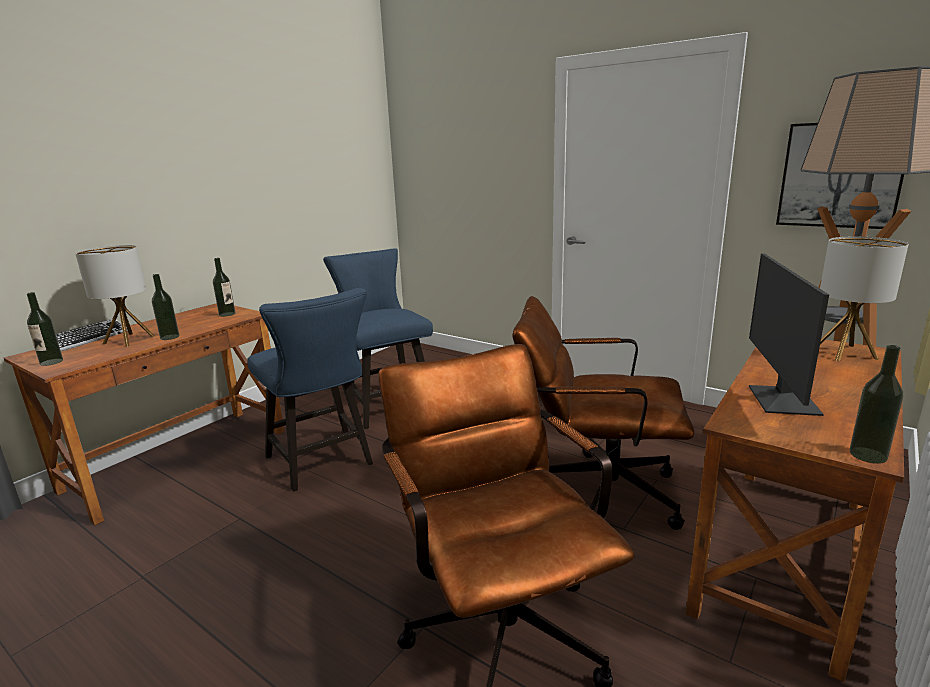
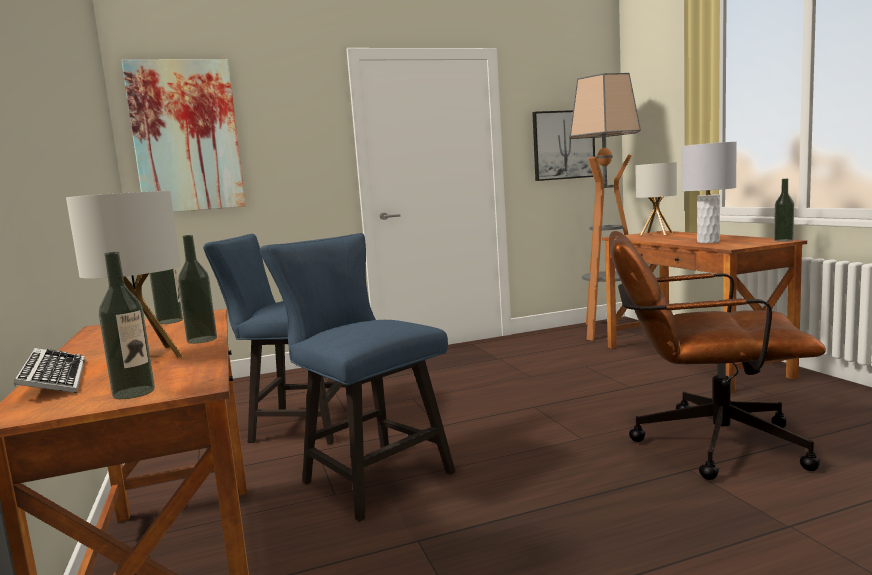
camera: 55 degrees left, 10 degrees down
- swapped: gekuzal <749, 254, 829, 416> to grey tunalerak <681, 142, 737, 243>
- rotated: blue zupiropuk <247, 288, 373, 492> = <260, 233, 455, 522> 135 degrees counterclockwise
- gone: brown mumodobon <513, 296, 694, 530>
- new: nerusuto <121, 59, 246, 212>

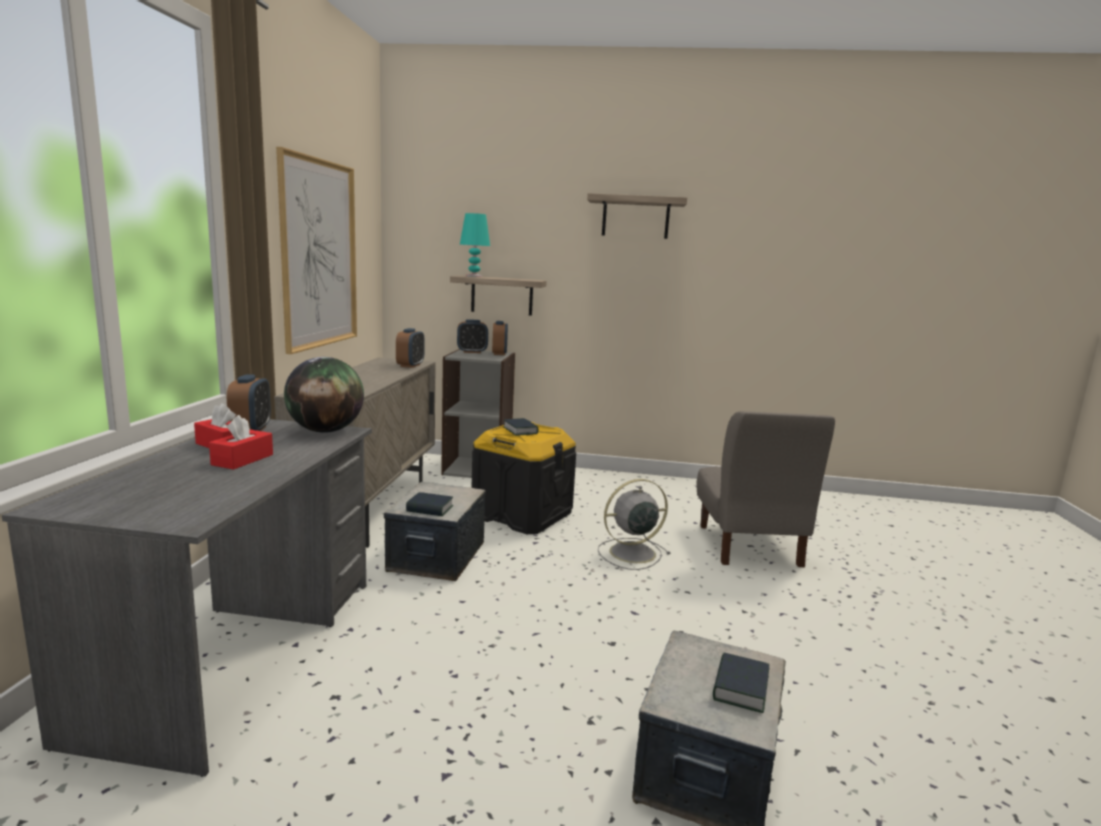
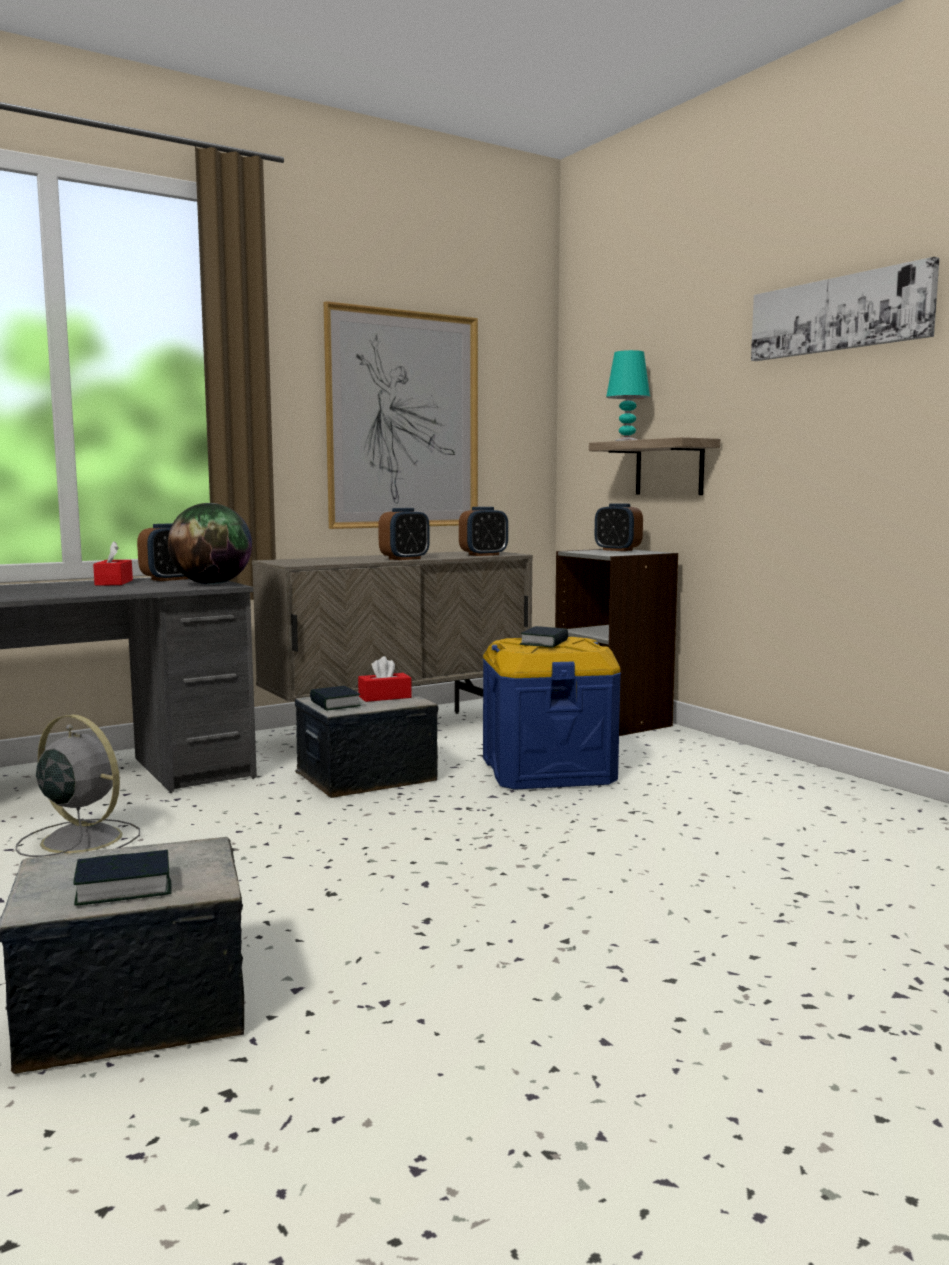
camera: 50 degrees right, 5 degrees down
- swapped: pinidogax <587, 193, 687, 239> to nerusuto <751, 257, 940, 361>
- shifted: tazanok <492, 321, 508, 355> to <378, 508, 430, 560>
- gone: grey zupiropuk <697, 411, 835, 567>
- shifted: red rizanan <209, 415, 273, 470> to <358, 656, 412, 702>
- repainted: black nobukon <472, 422, 576, 534> to blue nobukon <483, 637, 621, 790>
- shifted: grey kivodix <598, 479, 670, 570> to <16, 714, 140, 857>

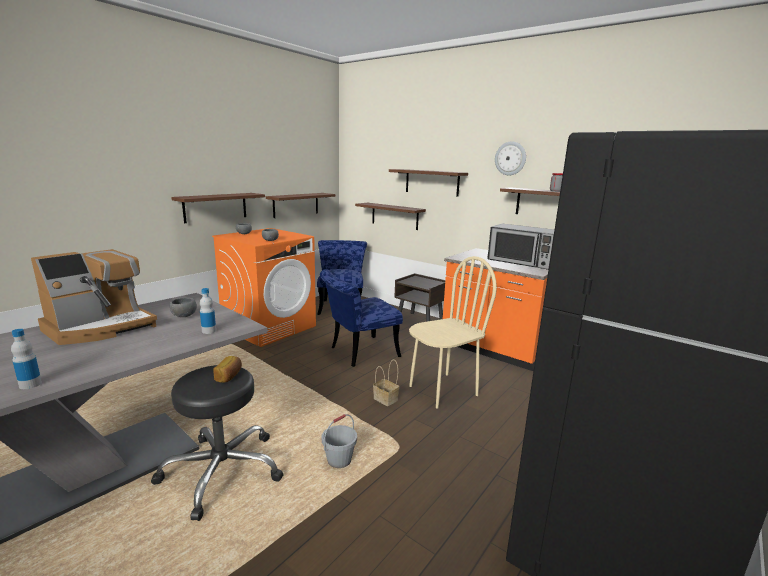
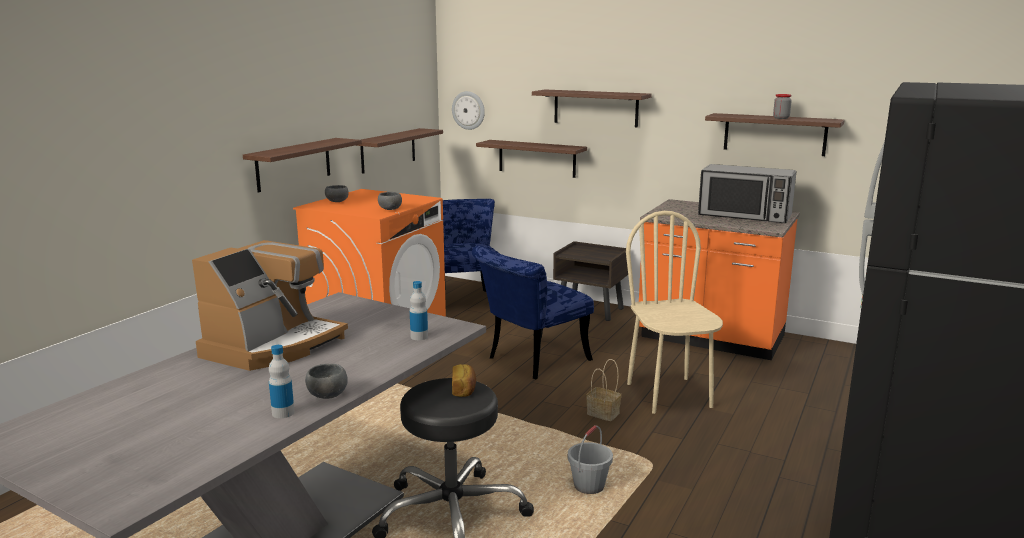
camera: 10 degrees left, 0 degrees up
- shifted: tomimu <495, 141, 526, 175> to <452, 91, 485, 130>
- rotated: beige zupiropuk <409, 256, 497, 409> = <626, 211, 723, 414> 60 degrees counterclockwise
- shifted: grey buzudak <170, 298, 197, 317> to <305, 364, 348, 399>

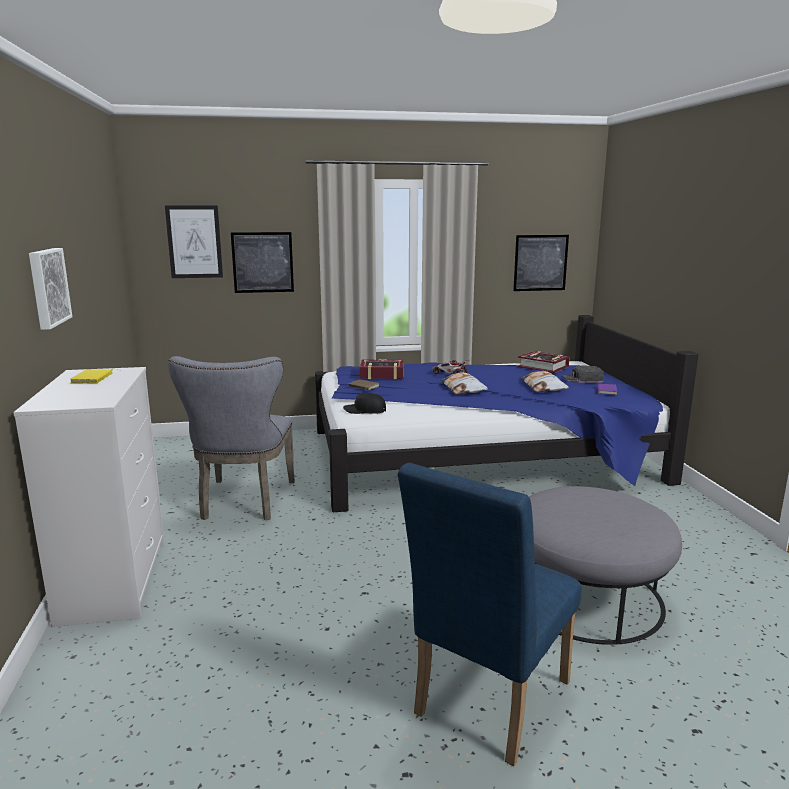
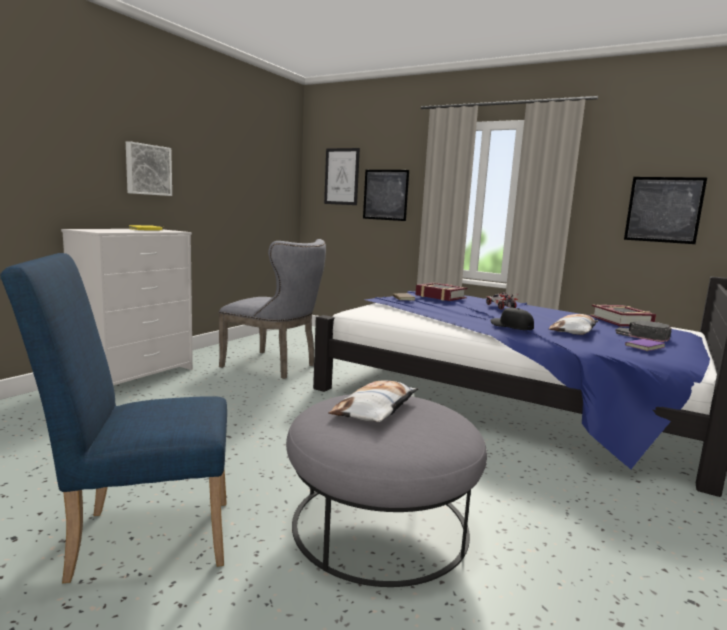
camera: 40 degrees right, 5 degrees down
- rotated: grey zupiropuk <168, 356, 295, 521> = <219, 239, 326, 379> 105 degrees counterclockwise
- shifted: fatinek <439, 372, 488, 394> to <328, 380, 418, 422>
- shifted: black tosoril <343, 393, 386, 414> to <490, 308, 534, 330>

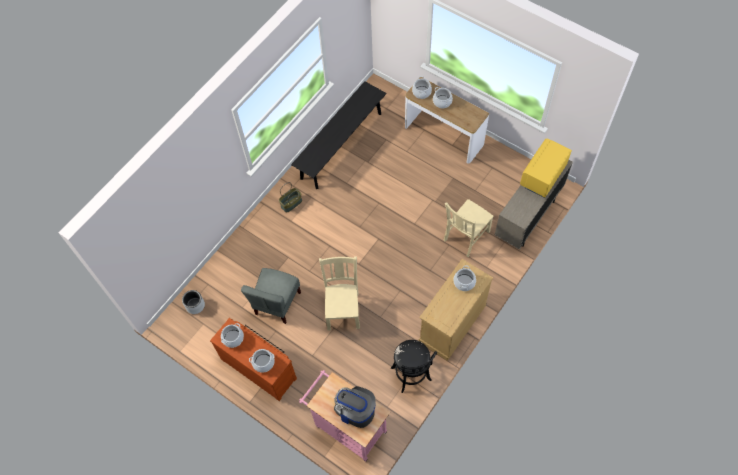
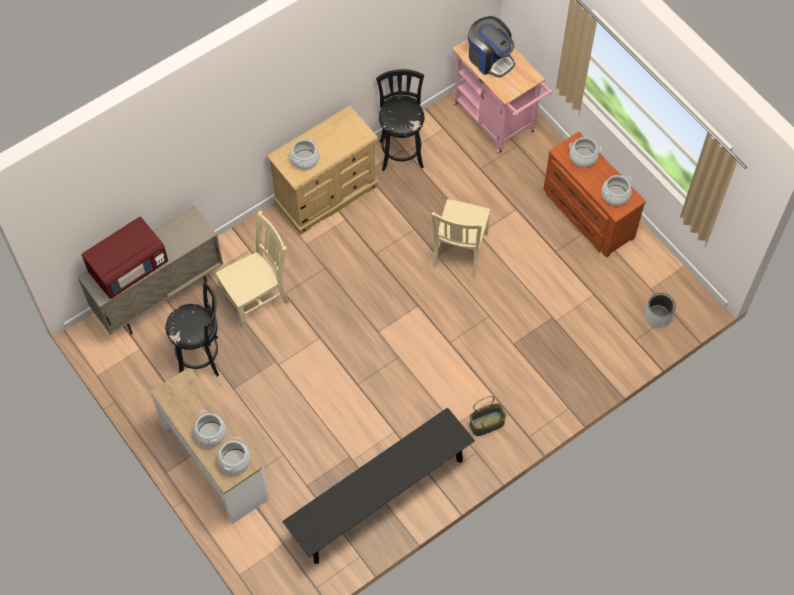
camera: 165 degrees left, 0 degrees up
- repainted: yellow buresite <520, 138, 572, 198> to red buresite <82, 216, 168, 299>
- gone: grey zupiropuk <241, 268, 301, 324>
- new: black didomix <166, 281, 219, 377>

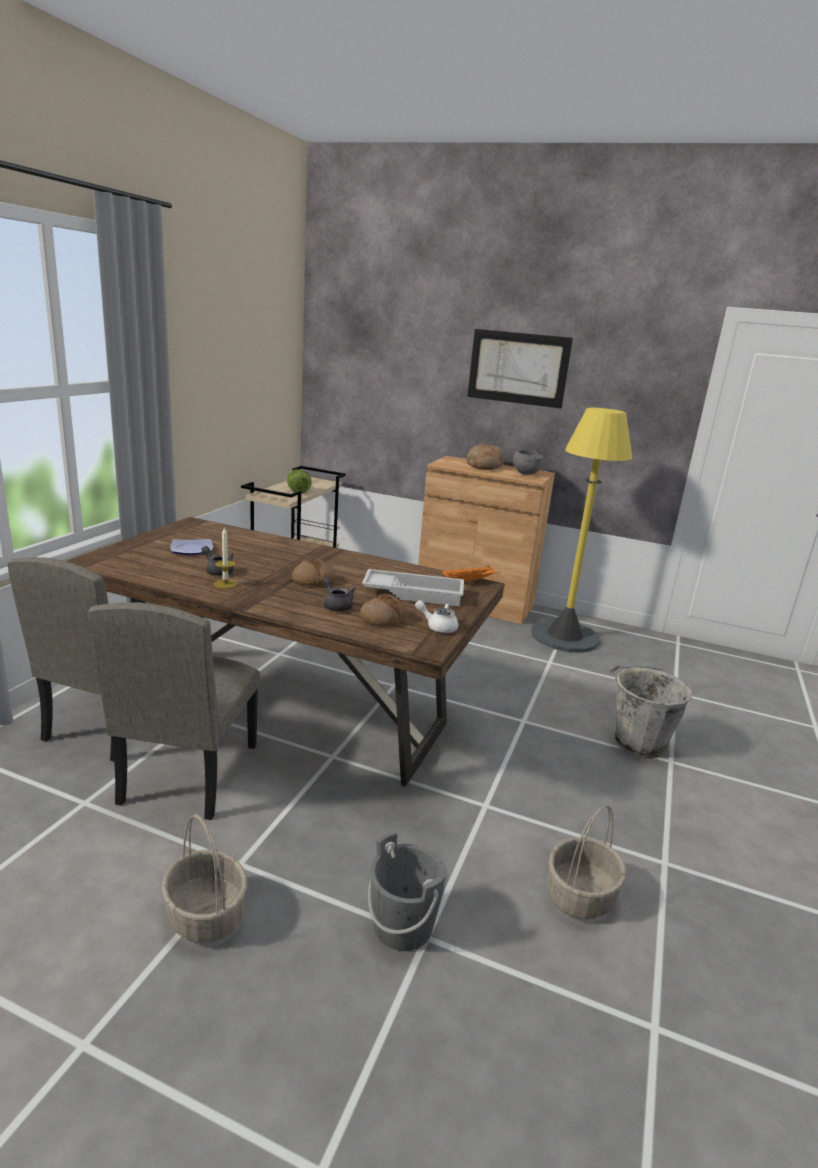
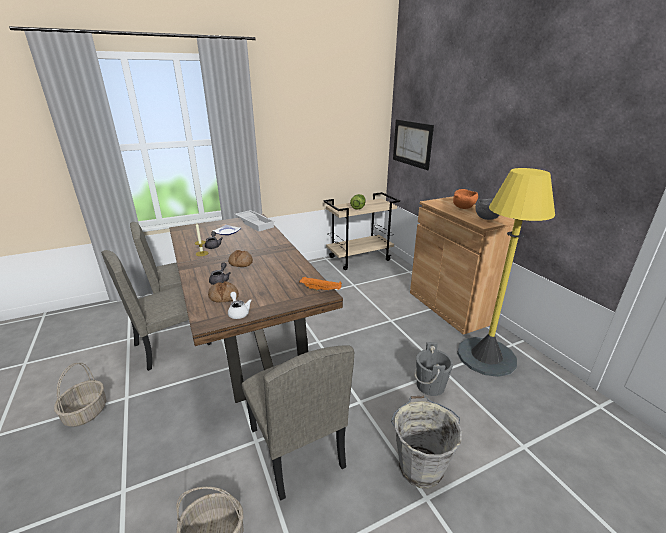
camera: 45 degrees right, 5 degrees up
- shifted: nerusuto <467, 329, 573, 409> to <393, 120, 434, 170>
- swapped: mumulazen <466, 443, 504, 470> to orange buzudak <453, 189, 478, 209>
- shifted: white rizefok <362, 569, 464, 606> to <235, 210, 275, 231>
- shifted: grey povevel <368, 831, 447, 951> to <415, 342, 453, 396>
- new: beige zupiropuk <242, 345, 354, 500>

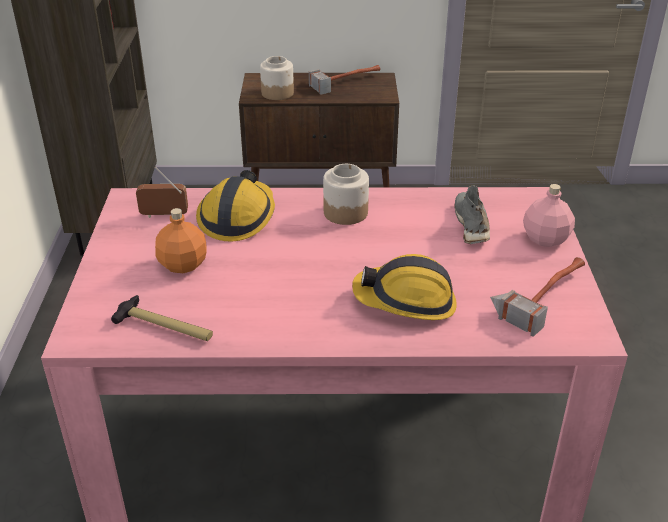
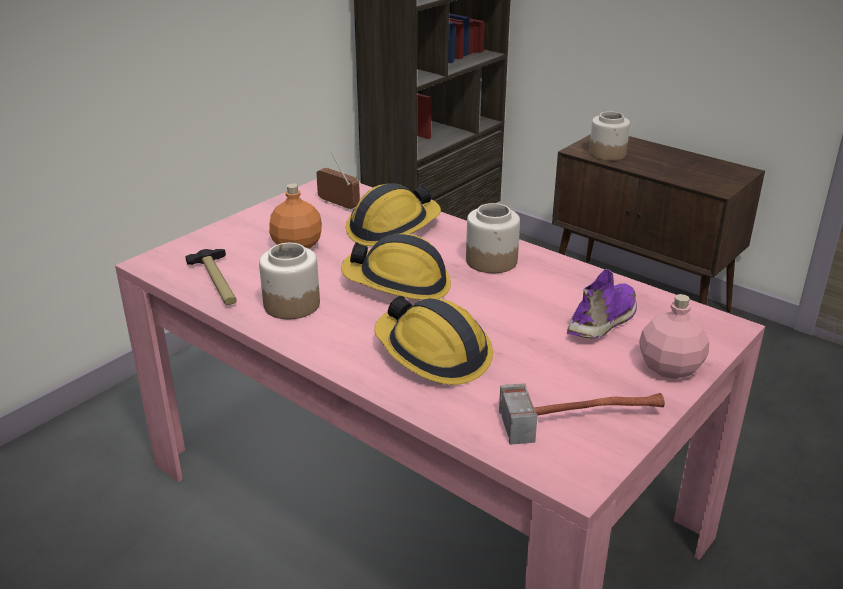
camera: 40 degrees right, 5 degrees down
- gone: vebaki <309, 65, 381, 95>
- repainted: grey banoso <454, 186, 490, 244> to purple banoso <567, 269, 637, 338>
- new: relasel <341, 234, 451, 300>
- new: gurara <259, 243, 320, 319>

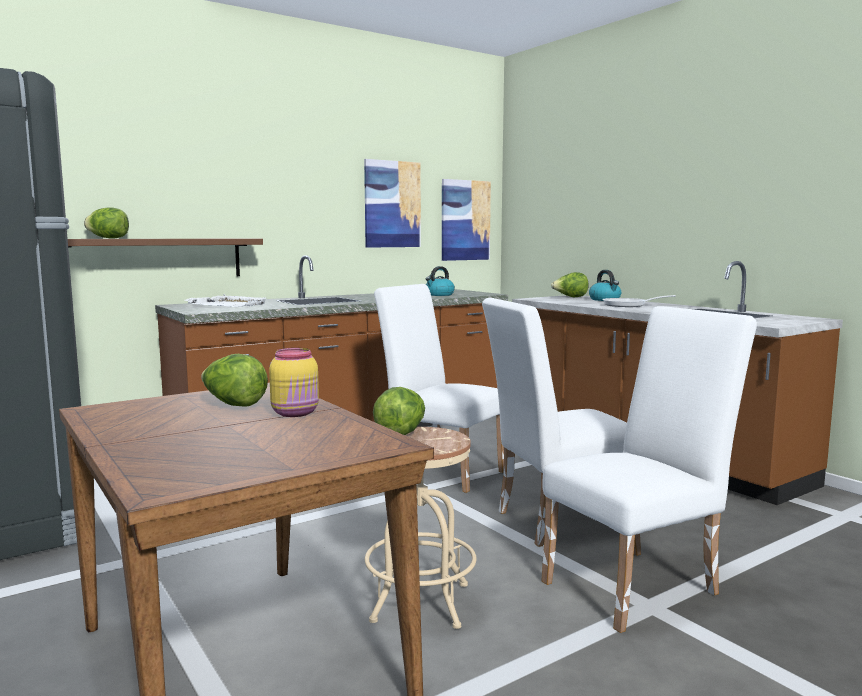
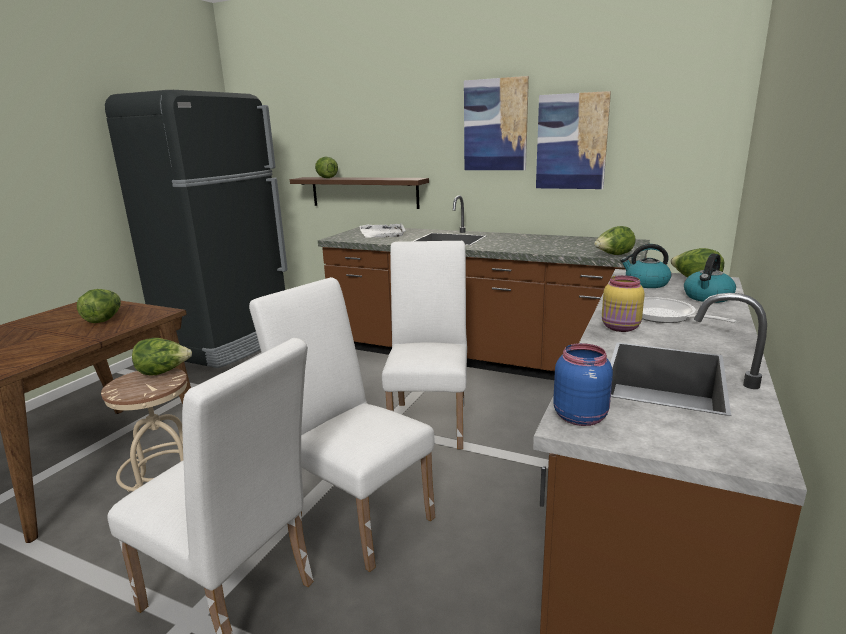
camera: 60 degrees right, 10 degrees up
- shifted: nerusuto <442, 179, 491, 261> to <464, 76, 529, 170>
- shifted: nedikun <426, 266, 455, 296> to <620, 244, 671, 288>
- shifted: yellow gurara <269, 348, 319, 417> to <602, 275, 645, 332>
- new: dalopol <594, 226, 636, 255>
- new: blue gurara <553, 343, 613, 426>

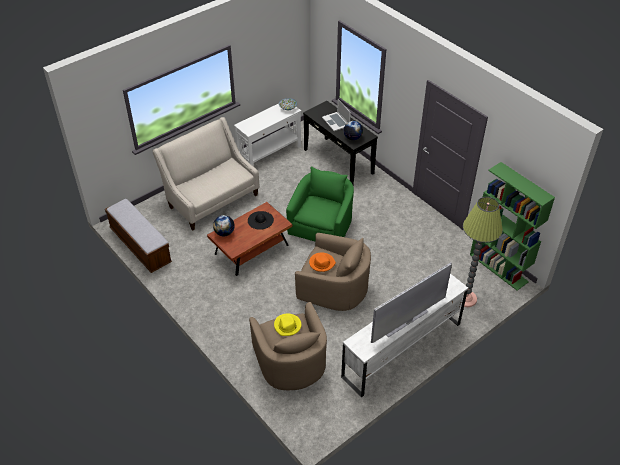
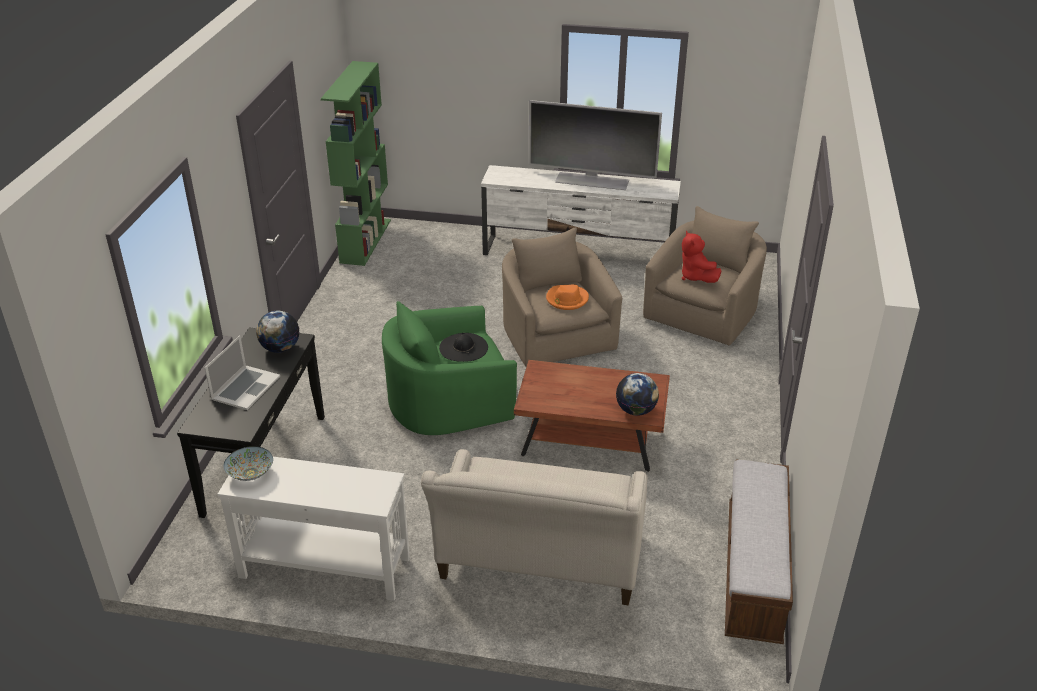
camera: 130 degrees left, 10 degrees down
- gone: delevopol <463, 197, 503, 307>
- shifted: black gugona <248, 211, 274, 230> to <439, 333, 488, 362>
- swapped: yellow gugona <274, 314, 301, 336> to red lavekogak <682, 230, 722, 283>

